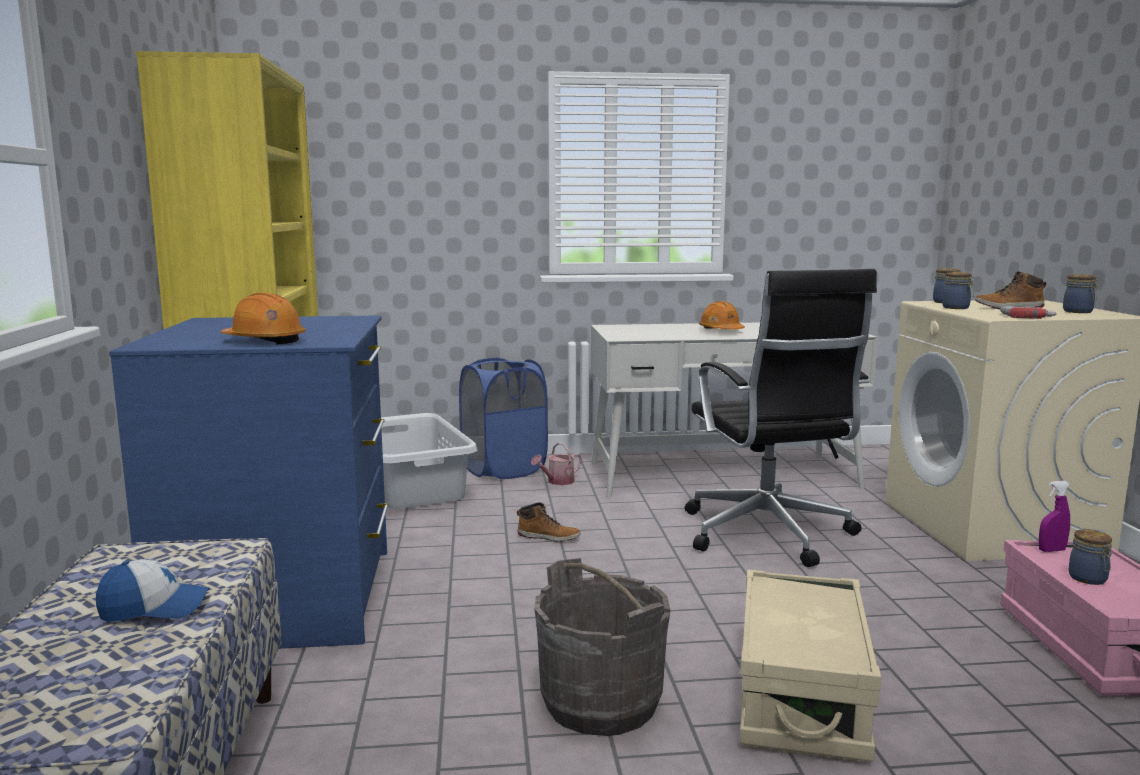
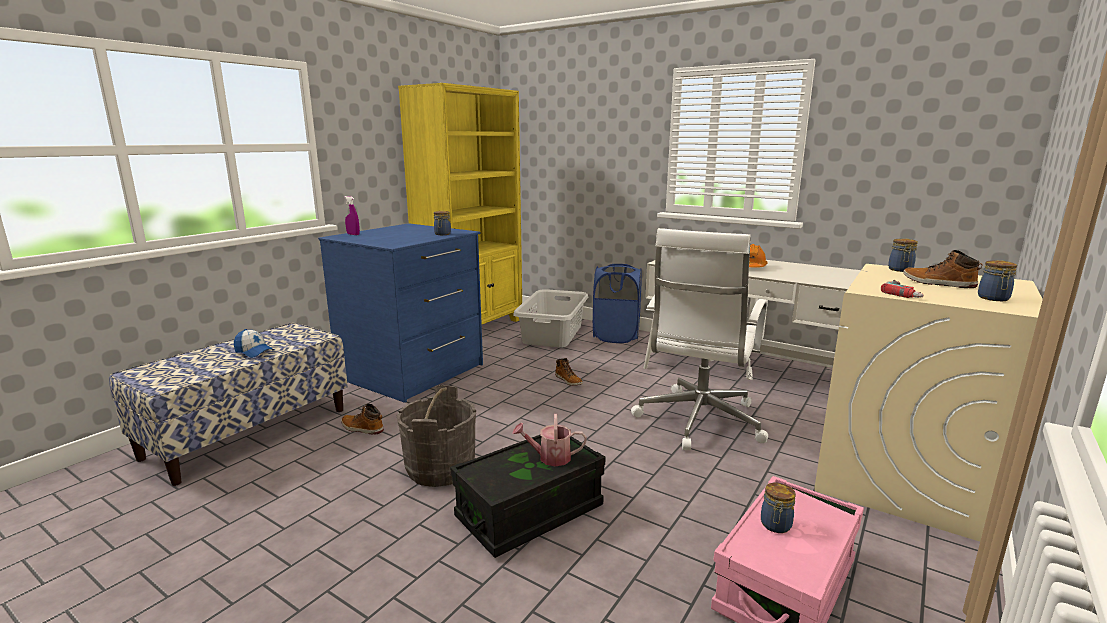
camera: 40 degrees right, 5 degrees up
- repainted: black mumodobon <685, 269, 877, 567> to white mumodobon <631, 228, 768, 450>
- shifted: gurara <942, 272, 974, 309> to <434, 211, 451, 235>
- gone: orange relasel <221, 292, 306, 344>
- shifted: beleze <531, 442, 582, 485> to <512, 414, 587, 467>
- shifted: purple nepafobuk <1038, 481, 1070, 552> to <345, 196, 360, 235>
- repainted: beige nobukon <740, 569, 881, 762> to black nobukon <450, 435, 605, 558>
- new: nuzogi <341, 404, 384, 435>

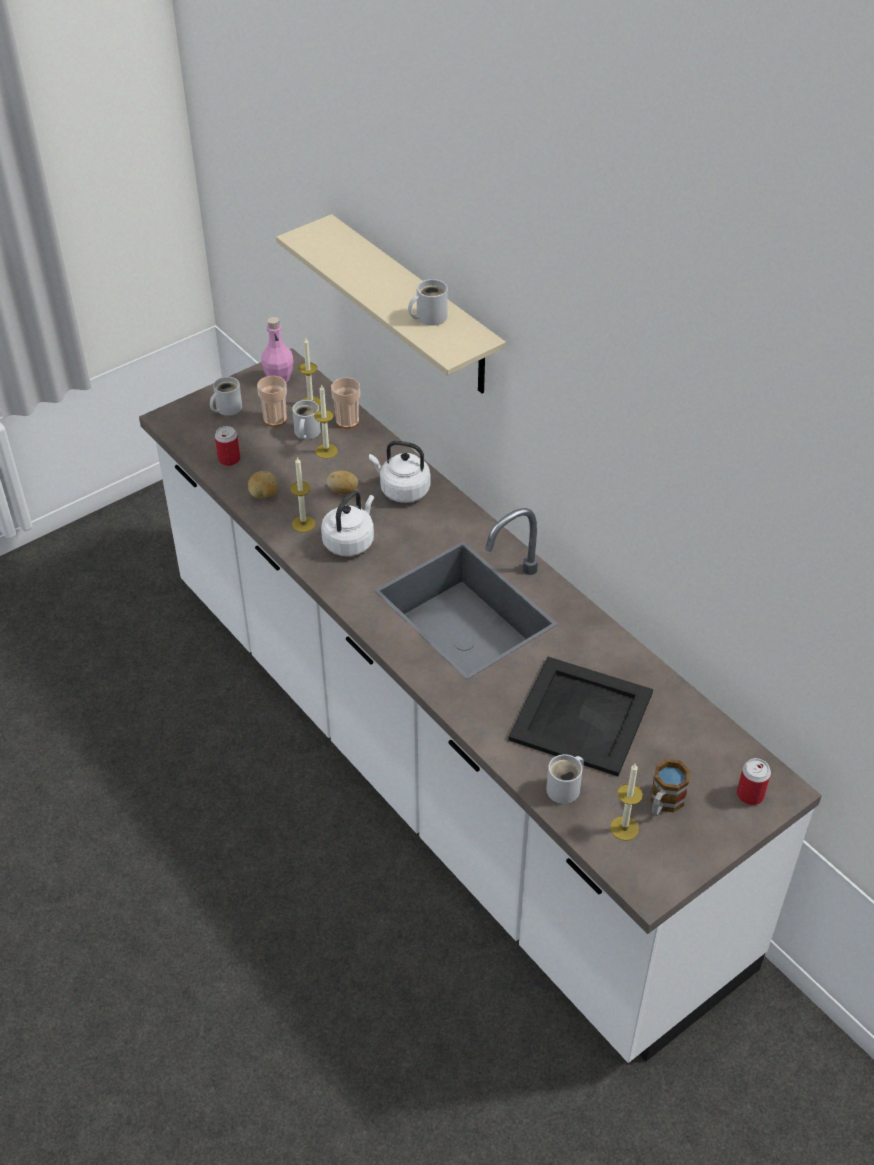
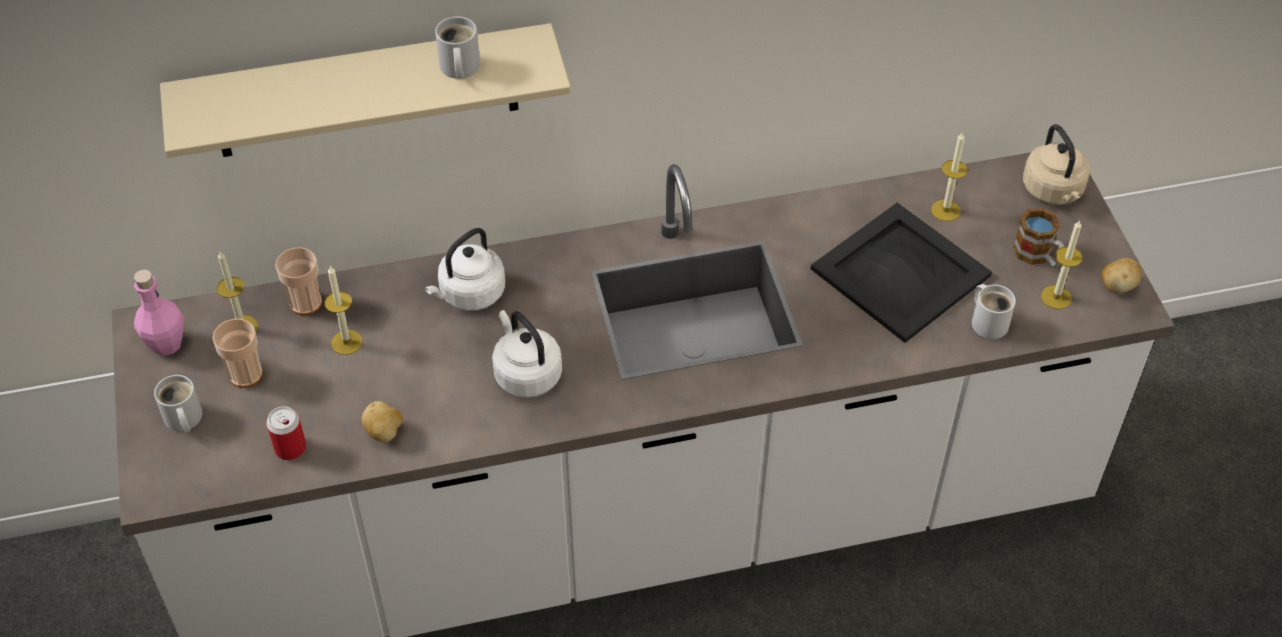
camera: 65 degrees left, 5 degrees up
- gone: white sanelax <292, 400, 321, 440>
- shifted: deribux <290, 456, 315, 532> to <931, 133, 967, 221>
- shifted: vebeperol <327, 470, 358, 494> to <1102, 258, 1142, 294>
- swapped: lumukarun <737, 758, 771, 805> to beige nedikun <1023, 124, 1090, 205>

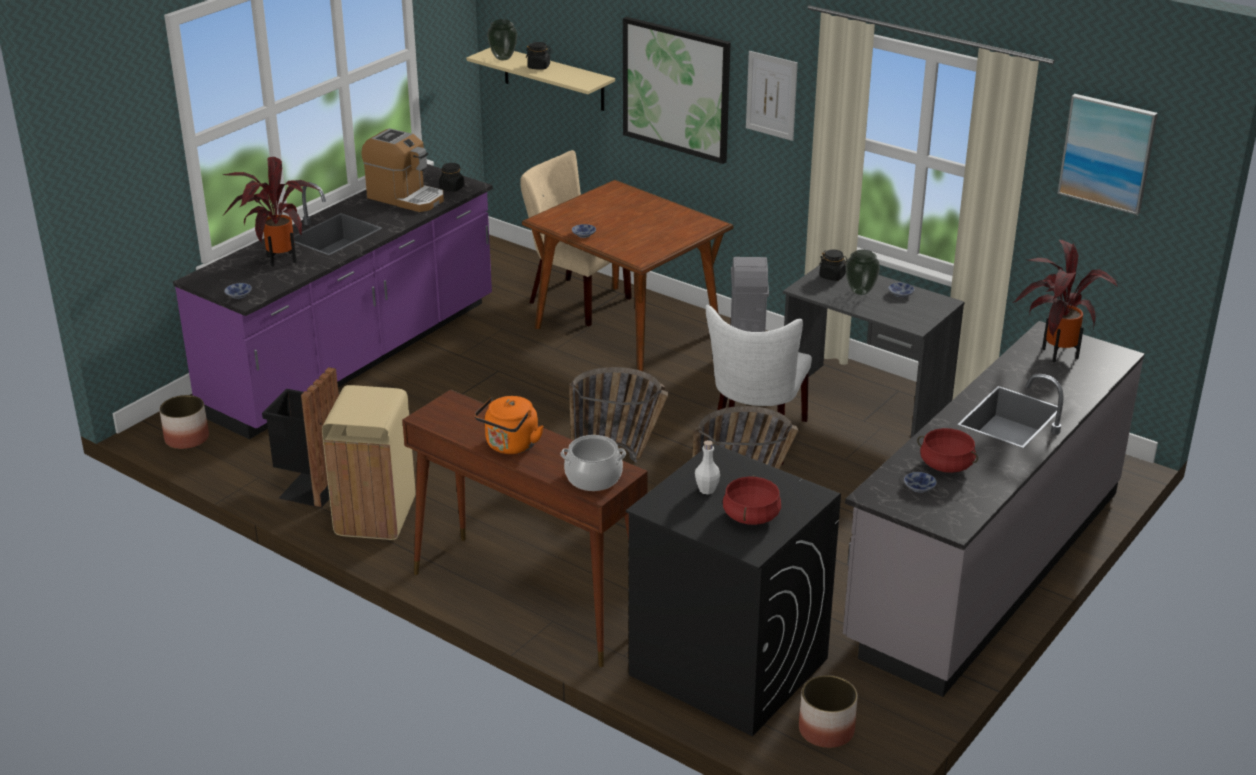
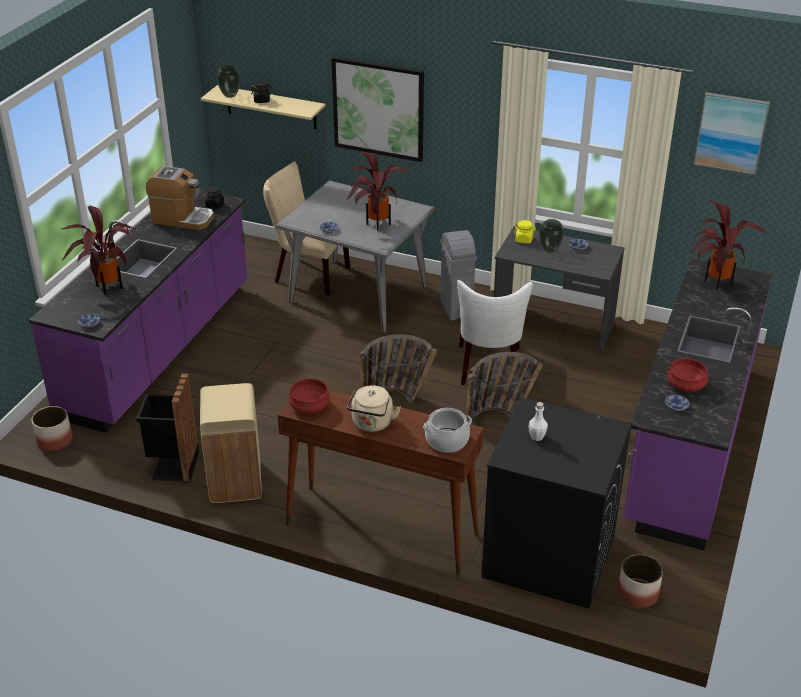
camera: 15 degrees left, 5 degrees up
- gone: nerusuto <746, 51, 798, 141>
- repainted: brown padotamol <522, 180, 733, 372> to grey padotamol <276, 180, 435, 332>
- repainted: black gurara <819, 250, 847, 281> to yellow gurara <514, 220, 536, 244>
- repainted: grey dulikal <843, 321, 1145, 697> to purple dulikal <623, 258, 773, 551>
- repainted: orange nedikun <475, 396, 544, 454> to beige nedikun <347, 385, 401, 432>
- shifted: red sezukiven <723, 475, 781, 525> to <288, 377, 330, 414>
- new: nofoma <346, 151, 410, 231>

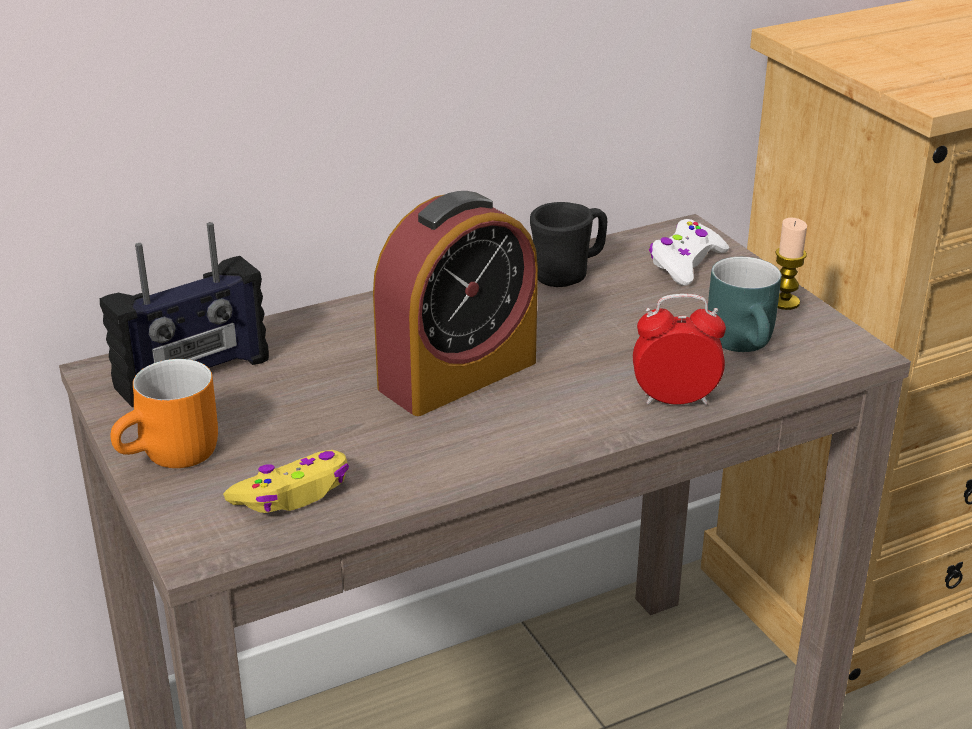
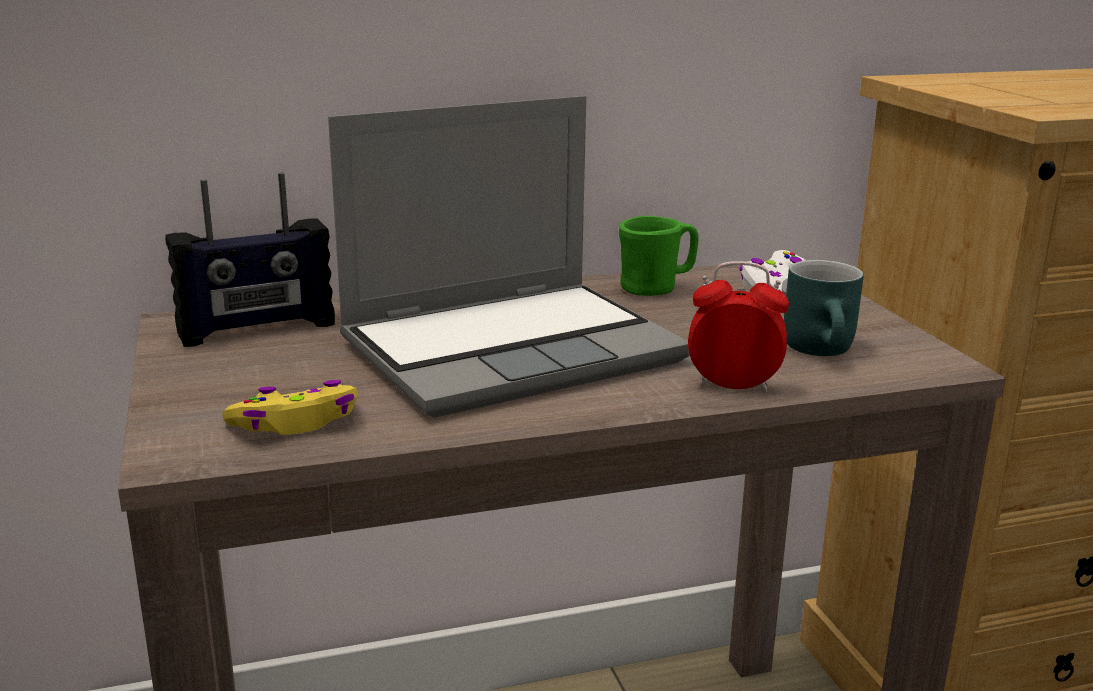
camera: 10 degrees right, 10 degrees down
- swapped: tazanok <373, 191, 538, 416> to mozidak <328, 96, 690, 418>
- repainted: black sanelax <530, 202, 607, 287> to green sanelax <619, 216, 699, 296>
- gone: deribux <775, 218, 807, 310>
- gone: orange sanelax <110, 359, 218, 468>

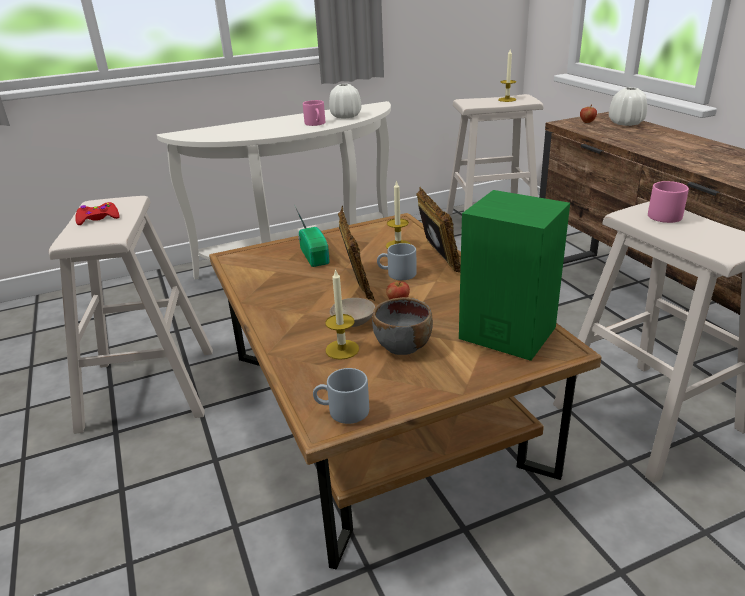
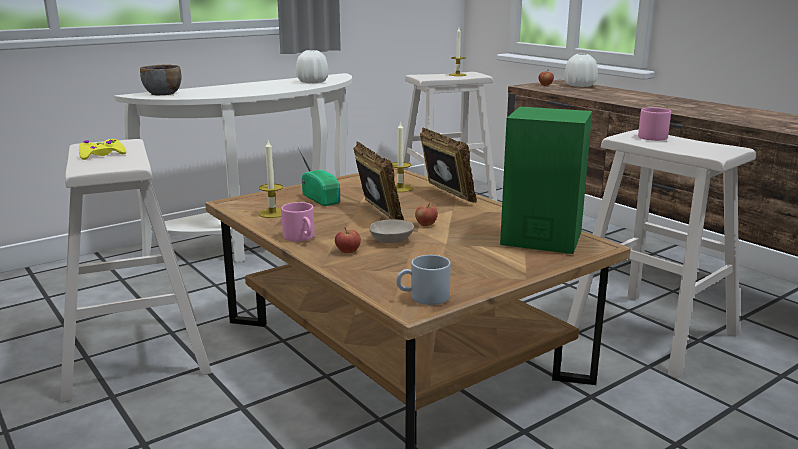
camera: 15 degrees left, 10 degrees down
- shifted: pink sanelax <303, 100, 325, 126> to <281, 202, 315, 241>
- repainted: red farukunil <75, 202, 120, 225> to yellow farukunil <79, 139, 126, 160>
- gone: grey sanelax <377, 243, 417, 280>
- shifted: deribux <325, 268, 359, 360> to <258, 141, 283, 218>
- shifted: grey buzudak <372, 297, 433, 355> to <140, 65, 182, 95>
- new: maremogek <335, 228, 361, 253>

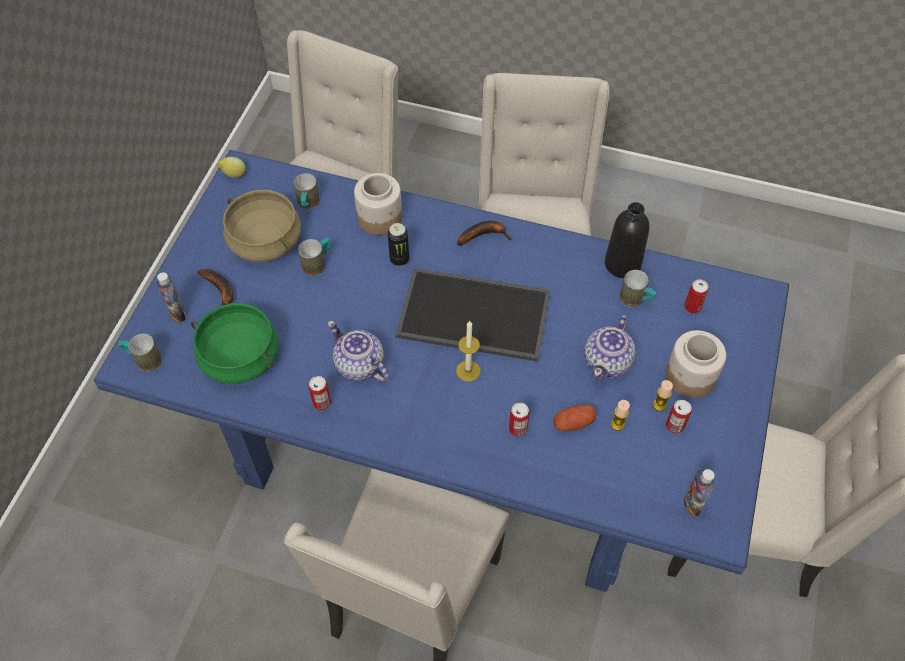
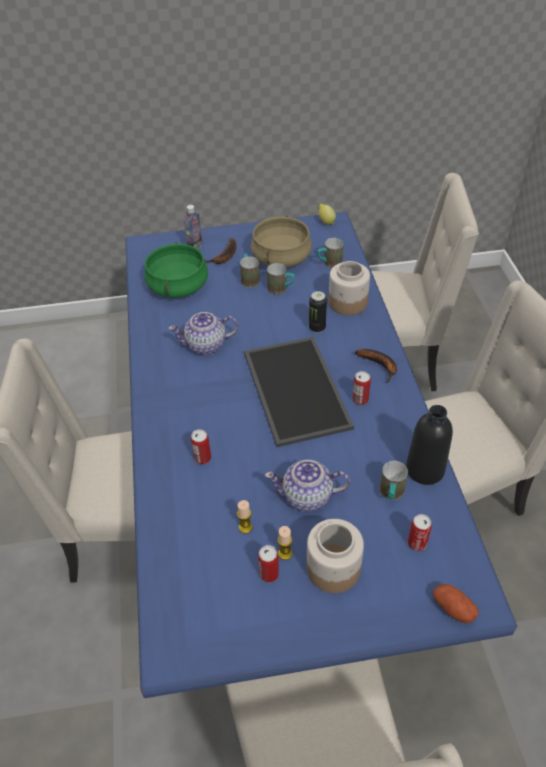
camera: 65 degrees right, 10 degrees down
- gone: deribux <456, 320, 480, 382>
- rotated: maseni <327, 321, 389, 382> = <168, 312, 239, 355> 120 degrees counterclockwise
- shifted: sanelax <119, 334, 162, 372> to <240, 254, 260, 288>
- shifted: lumukarun <309, 376, 331, 410> to <352, 371, 371, 405>
- shifted: vebeperol <554, 405, 597, 431> to <433, 584, 478, 623>
- gone: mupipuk <684, 469, 715, 516>

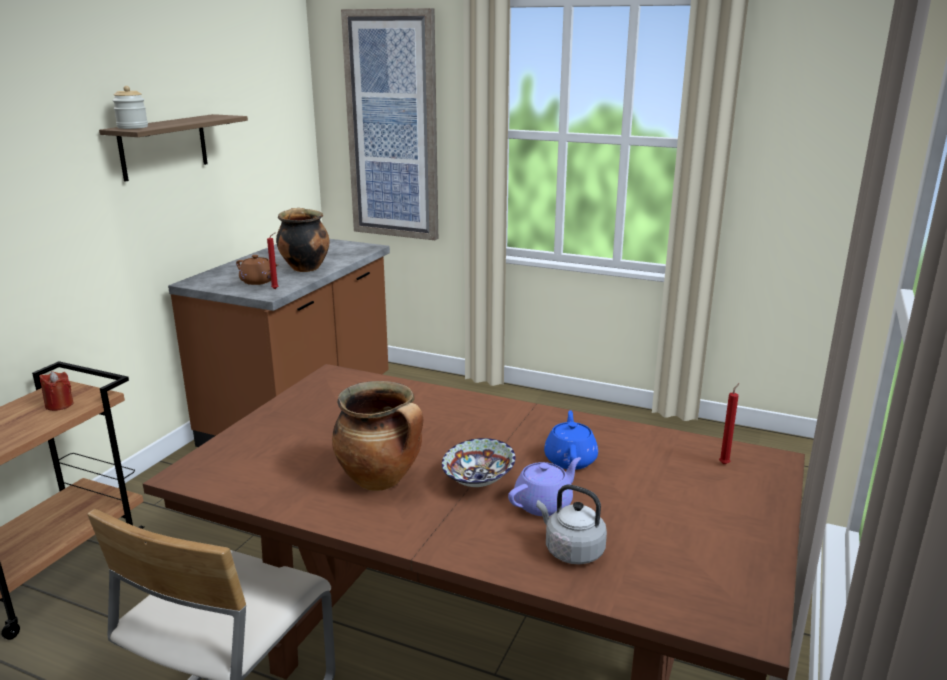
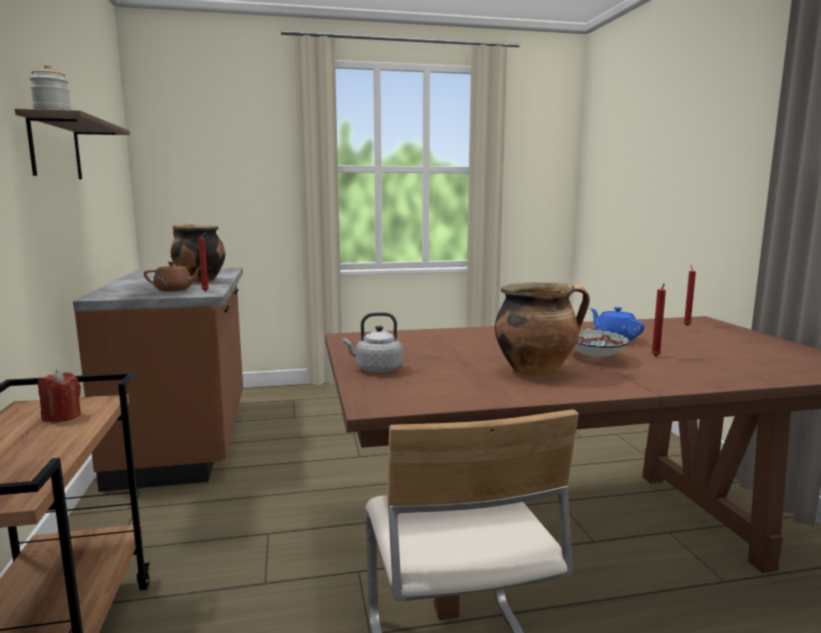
camera: 35 degrees left, 10 degrees down
- gone: nerusuto <341, 8, 438, 240>
- swapped: purple maseni <508, 457, 581, 516> to red deribux <651, 283, 666, 357>
- shifted: grey nedikun <536, 484, 607, 564> to <343, 312, 403, 373>

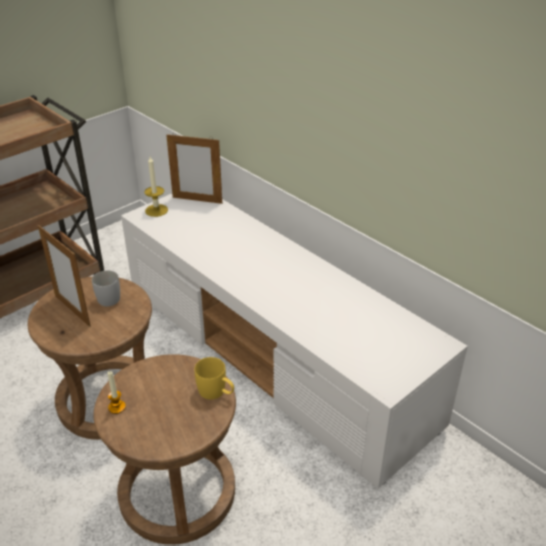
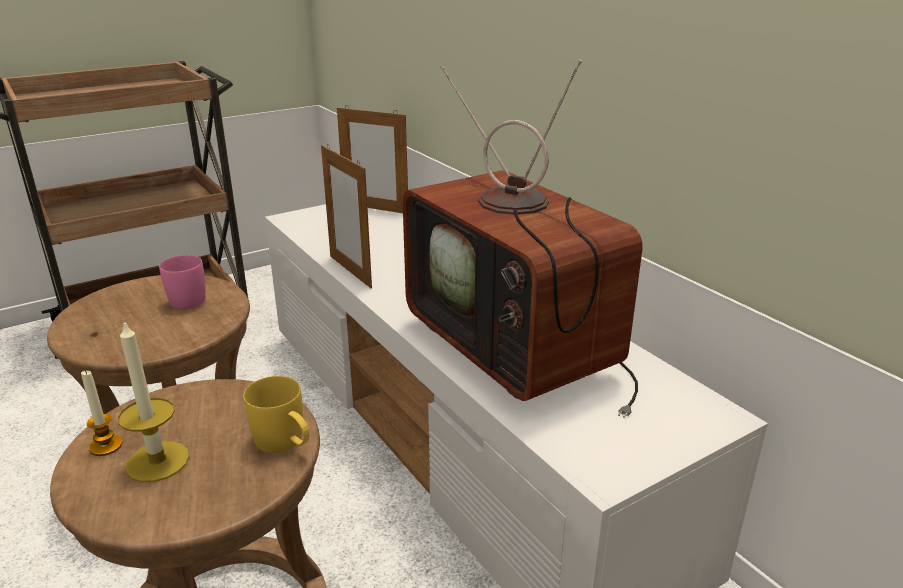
camera: 10 degrees right, 10 degrees down
- shifted: deribux <144, 156, 168, 217> to <118, 321, 189, 482>
- shifted: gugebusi <38, 225, 91, 327> to <321, 144, 372, 288>
- repainted: white sanelax <92, 270, 120, 306> to pink sanelax <159, 255, 205, 309>
- new: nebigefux <403, 60, 643, 418>

